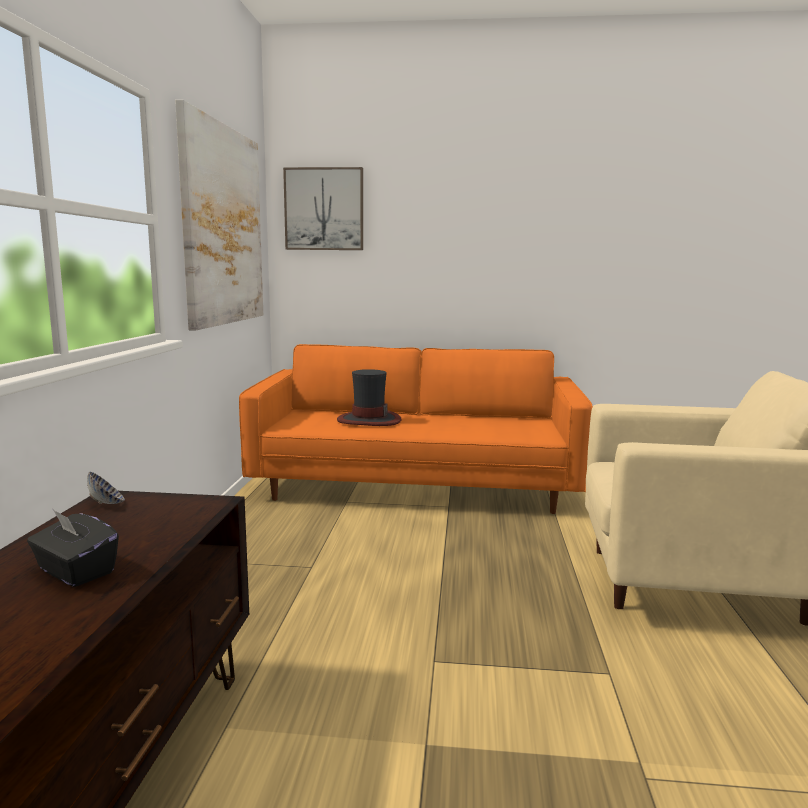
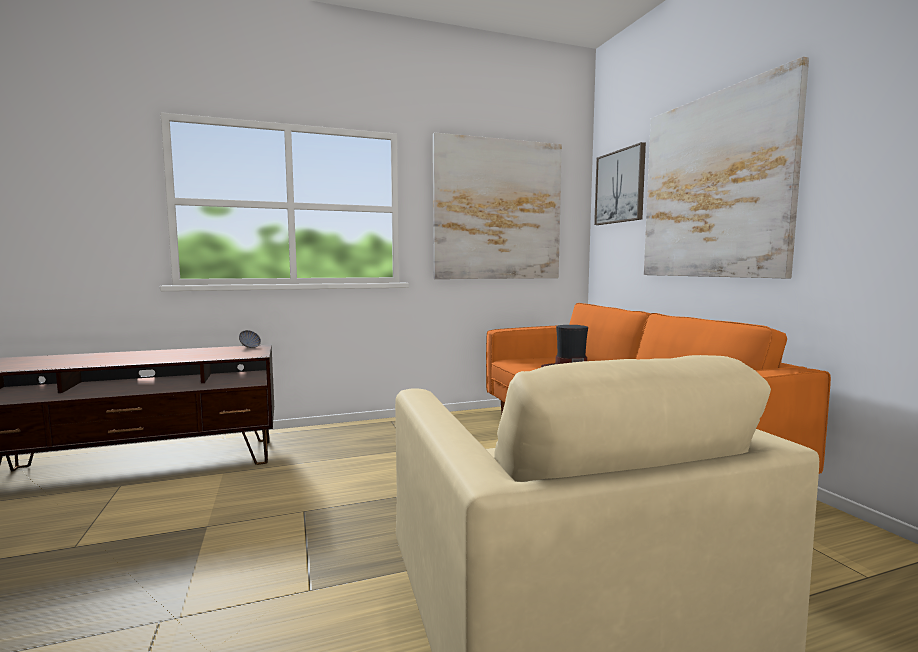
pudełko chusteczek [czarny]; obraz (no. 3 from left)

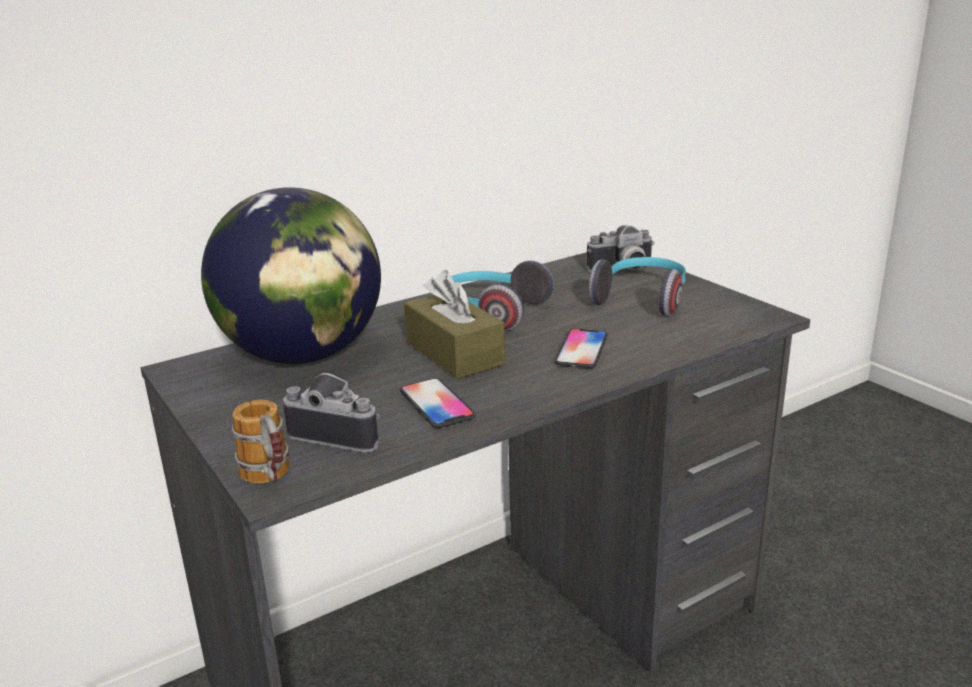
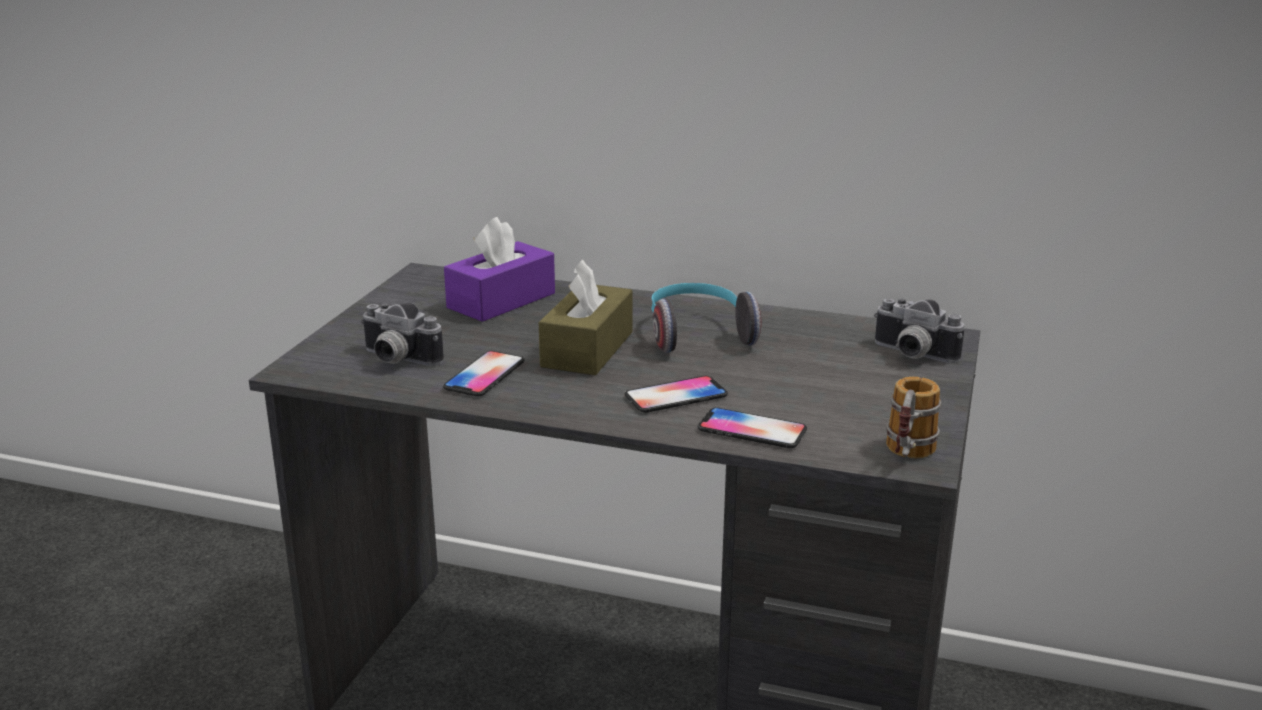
pudełko chusteczek [fioletowy]; kubek; aparat fotograficzny (no. 1 from left); słuchawki (no. 2 from left in the first image); telefon (no. 3 from left)

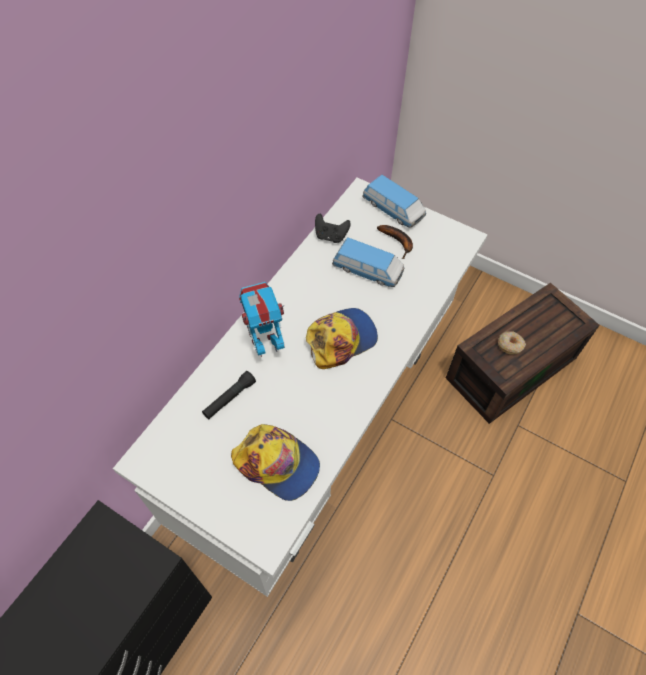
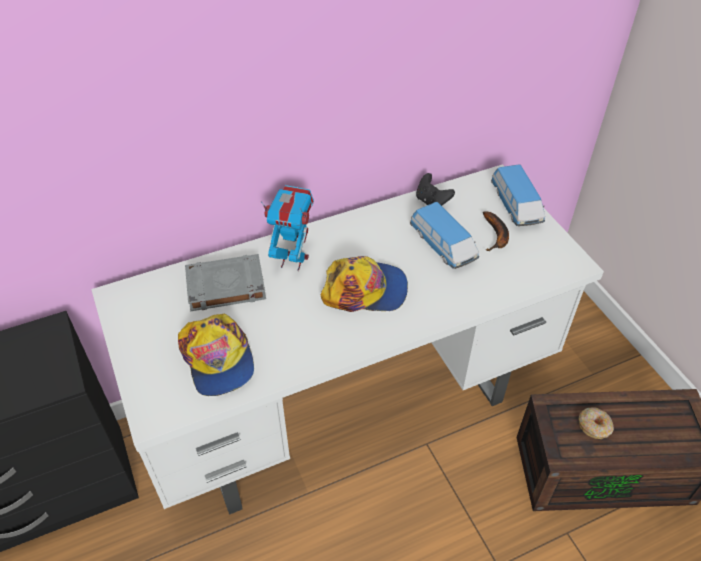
książka [szary]

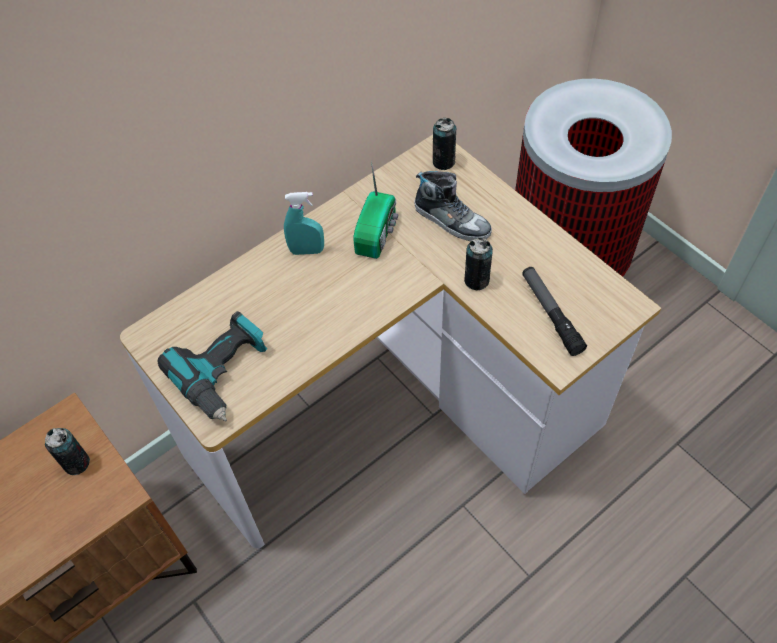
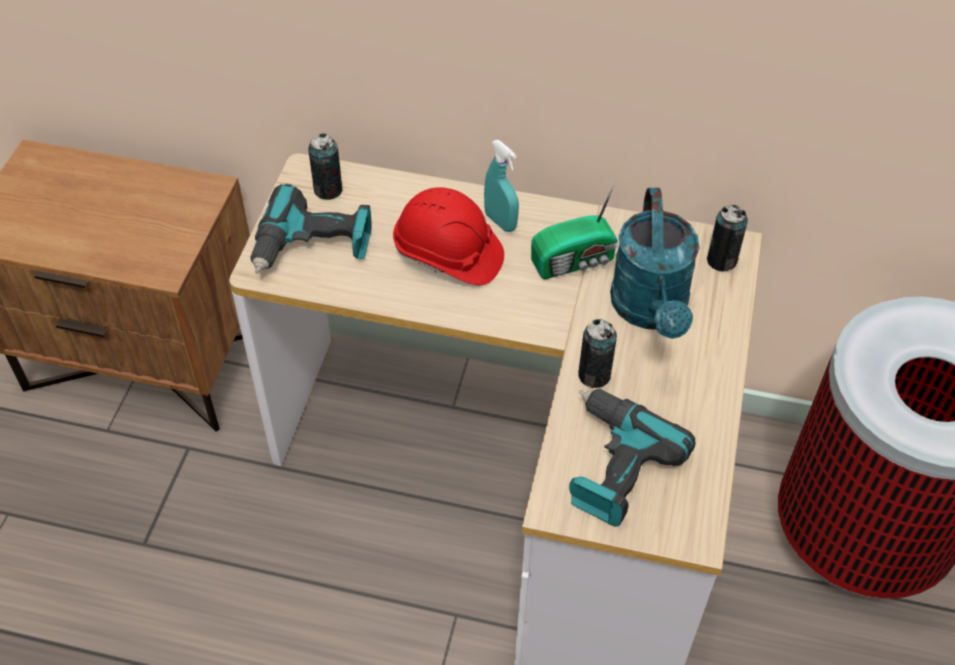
puszka (no. 1 from left); konewka [turkusowy]; wiertarka (no. 2 from left); kask [czerwony]

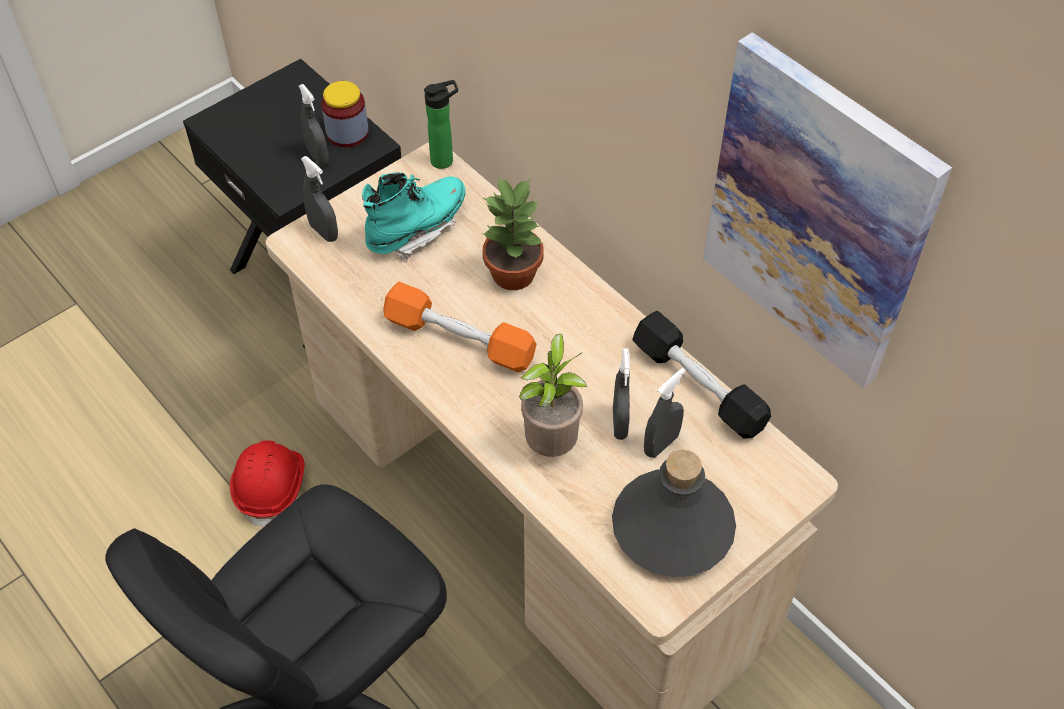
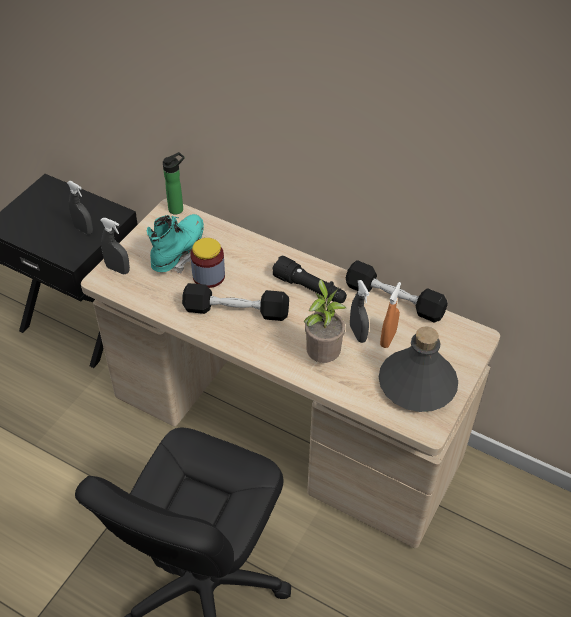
kask [czerwony]; słoik; hantel [czarny] (no. 1 from left); roślina doniczkowa (no. 1 from left in the first image); spryskiwacz [pomarańczowy]; obraz; latarka [czarny]

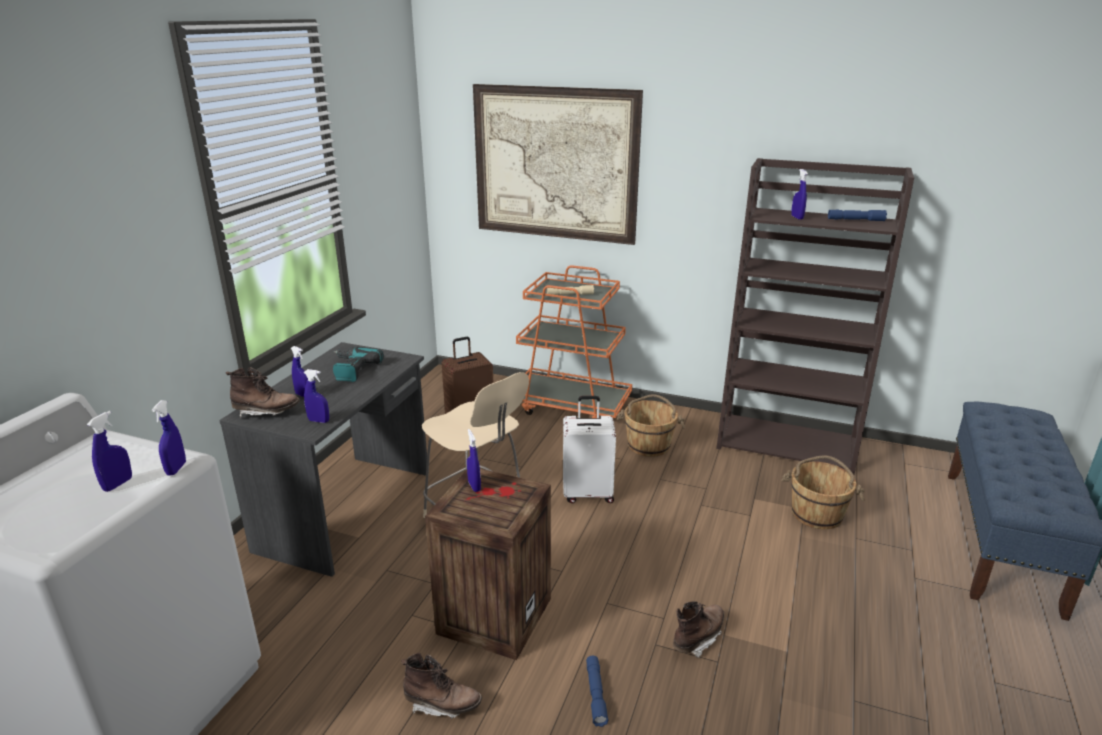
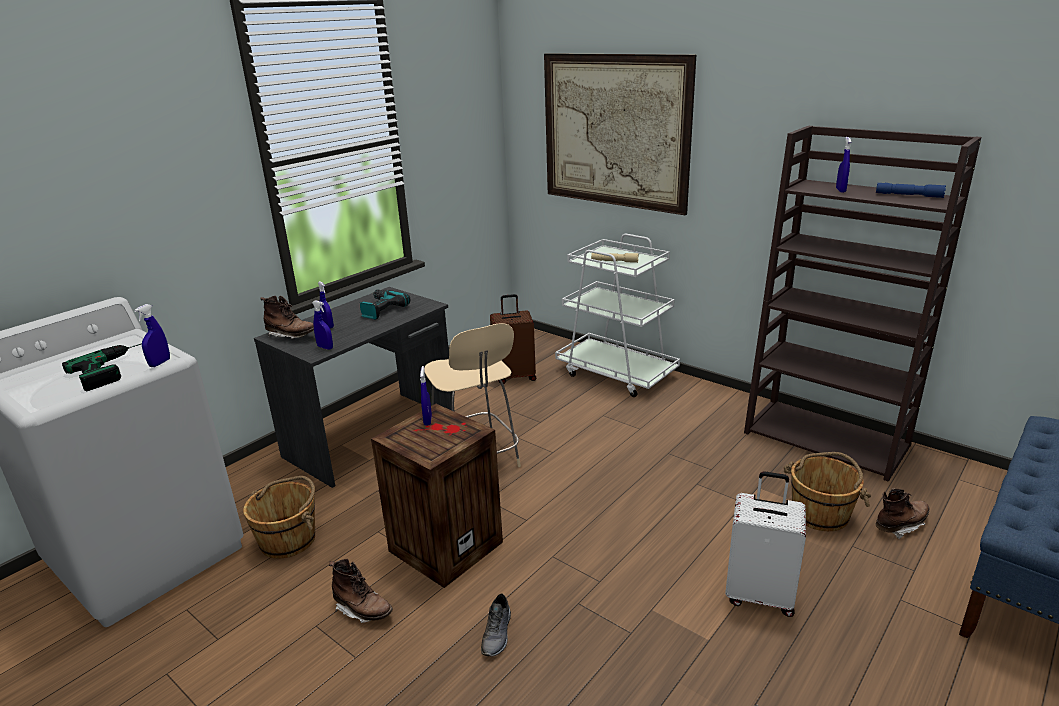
wiertarka (no. 1 from left); wózek [biały]; walizka [biały]; but [szary]; wiadro [brązowy] (no. 1 from left); but z cholewką [brązowy] (no. 3 from left)

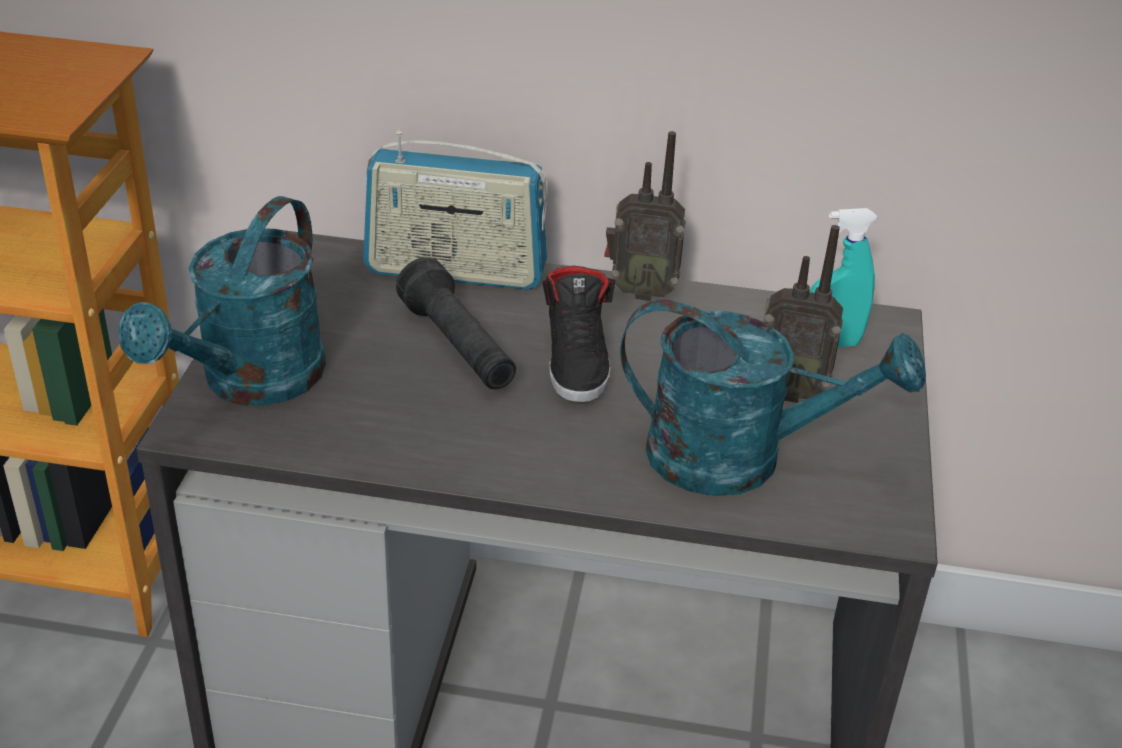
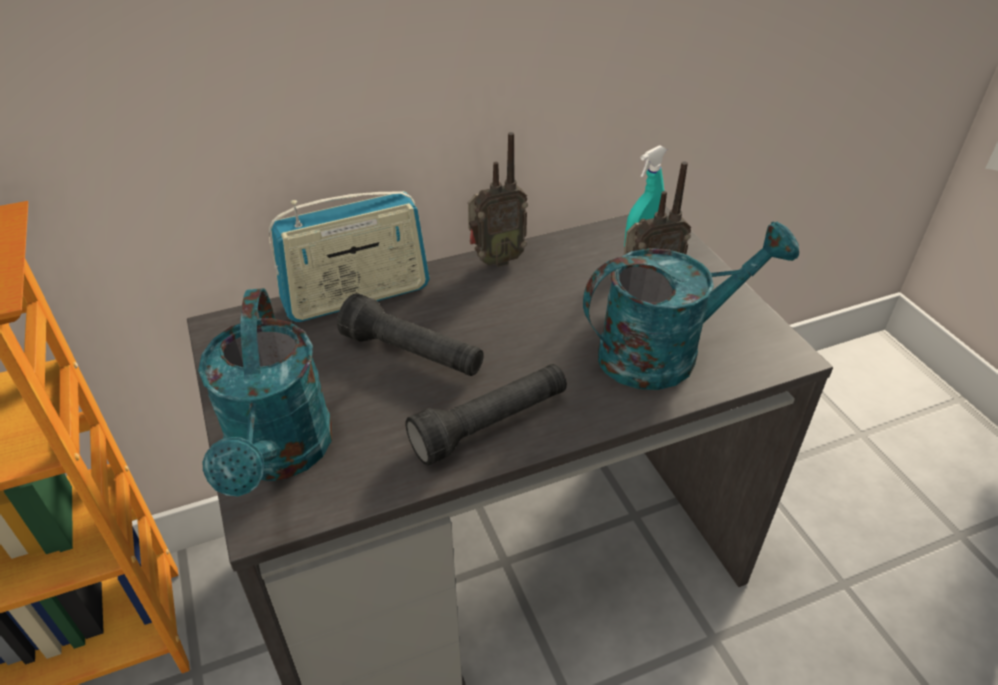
but [czarny]; latarka [czarny] (no. 2 from left)

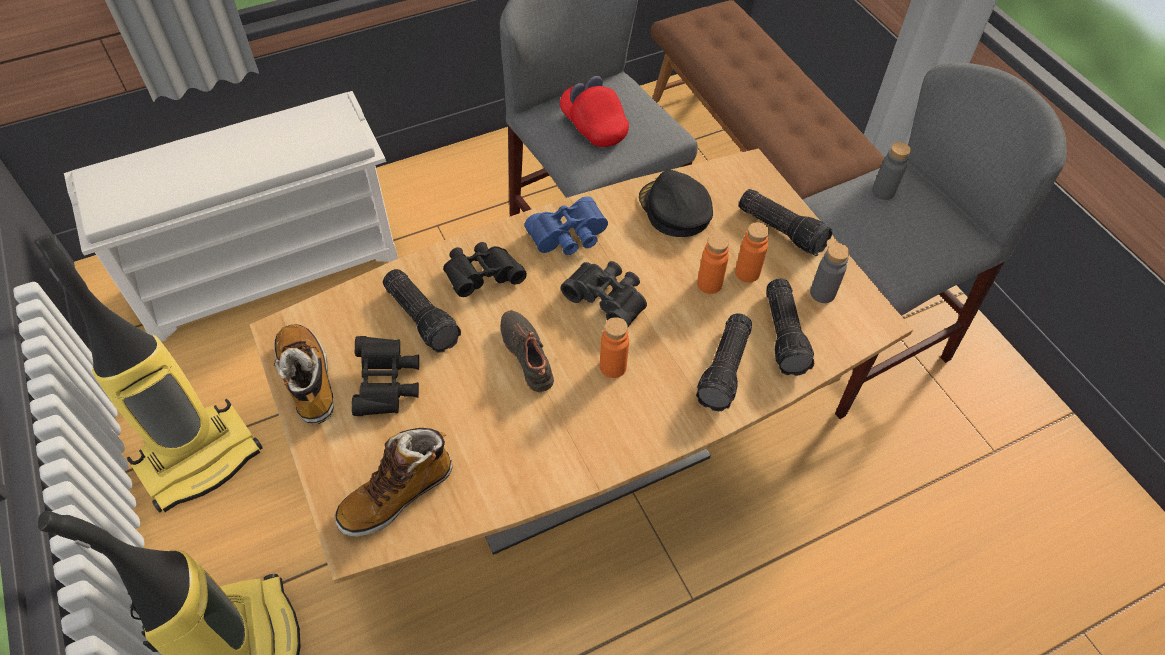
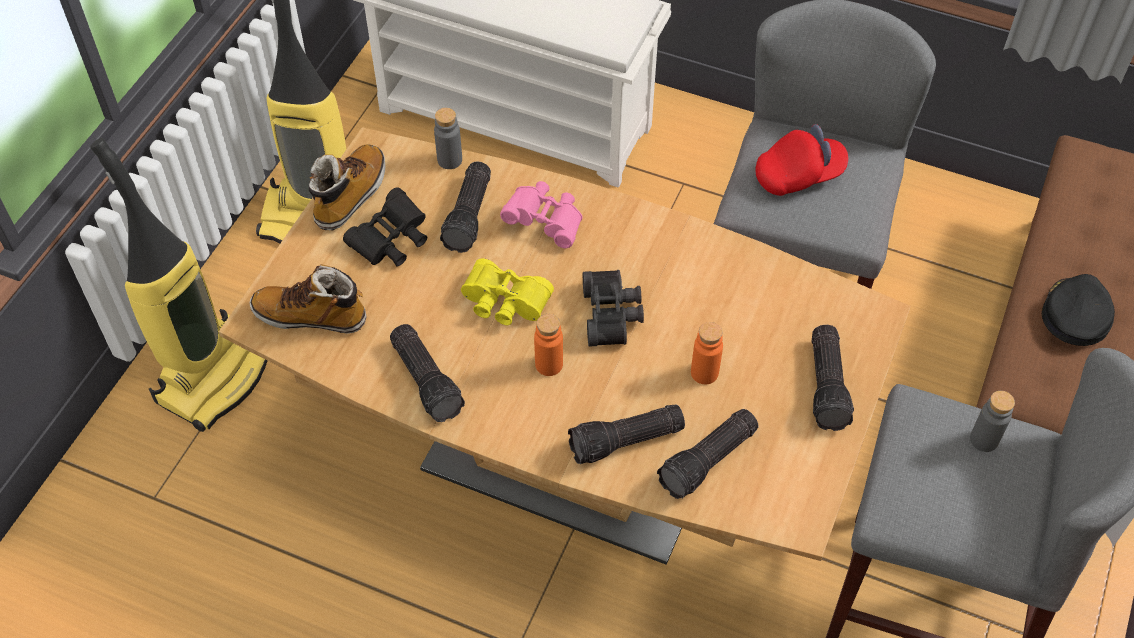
lornetka [różowy]; lornetka [żółty]; lornetka [niebieski]; czapka z daszkiem [czerwony]; czapka z daszkiem [czarny]; butelka [pomarańczowy] (no. 3 from left in the first image); butelka [szary] (no. 1 from left); latarka (no. 1 from left)

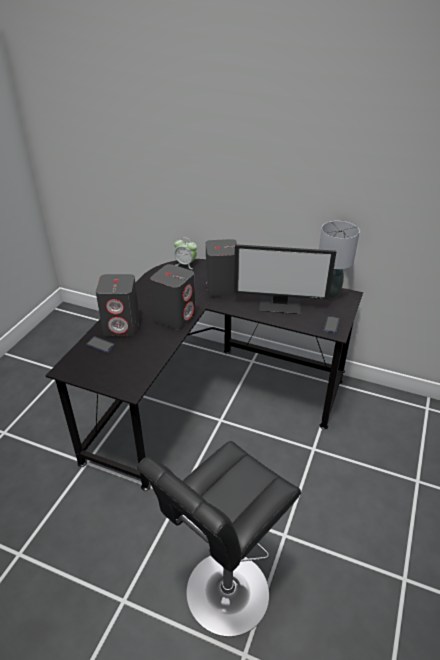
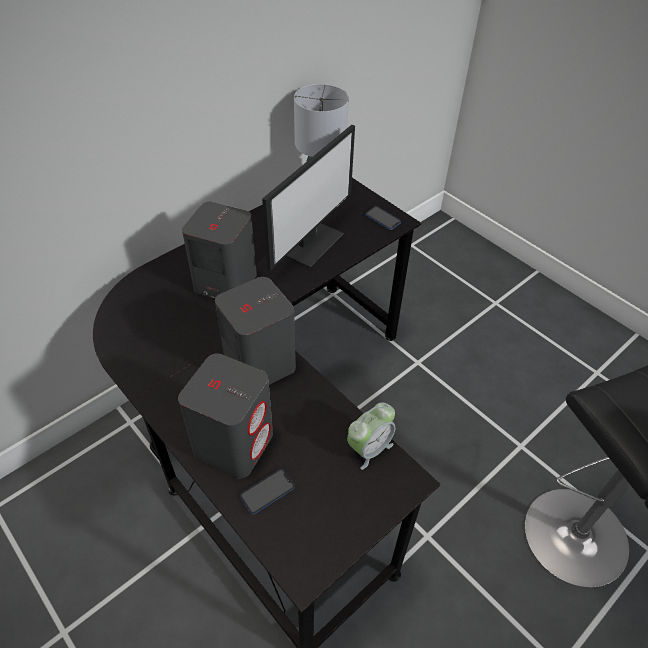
budzik

